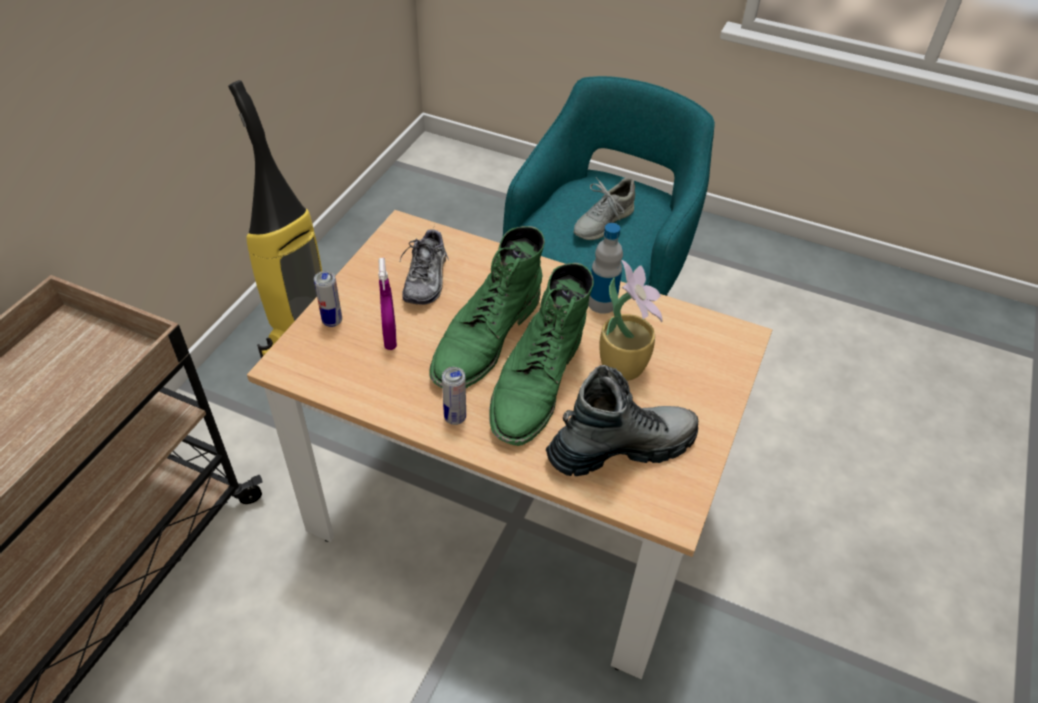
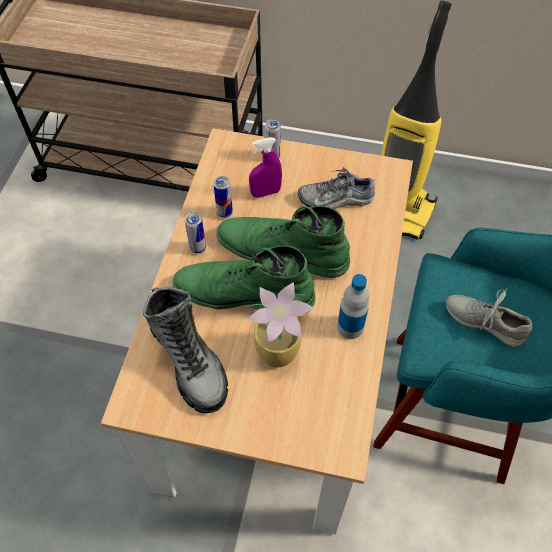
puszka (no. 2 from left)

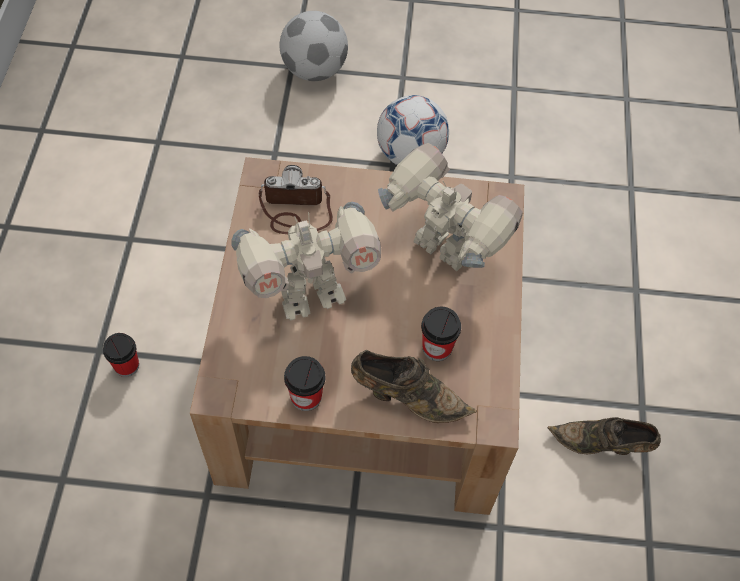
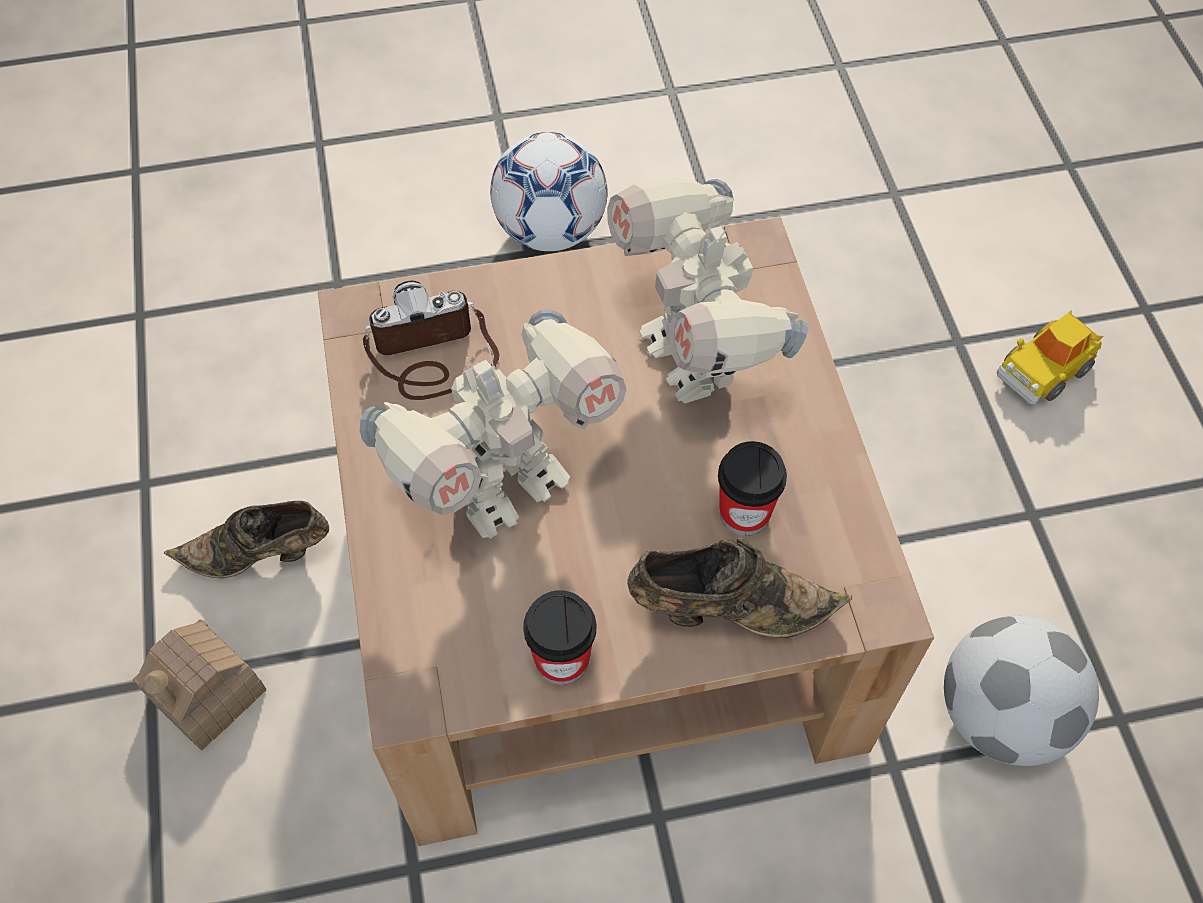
domek; piłka futbolowa (no. 2 from left); robot zabawkowy (no. 2 from left); but [brązowy] (no. 1 from left); samochodzik

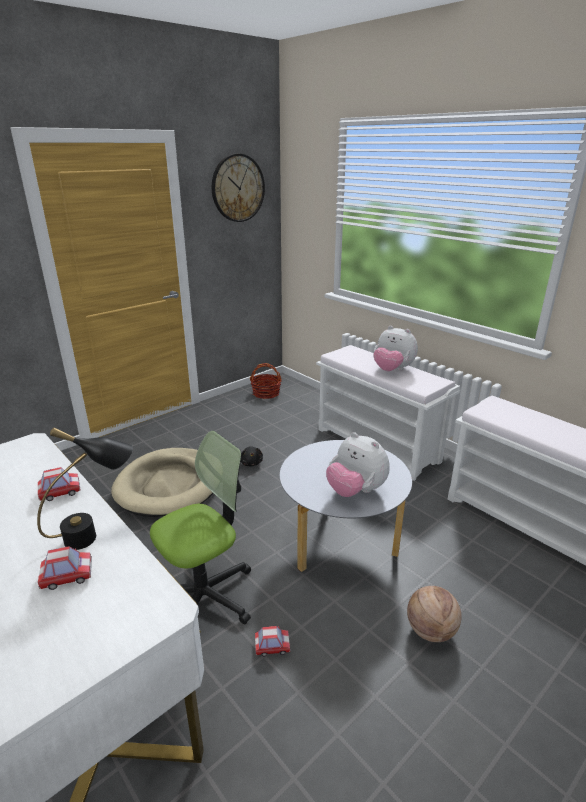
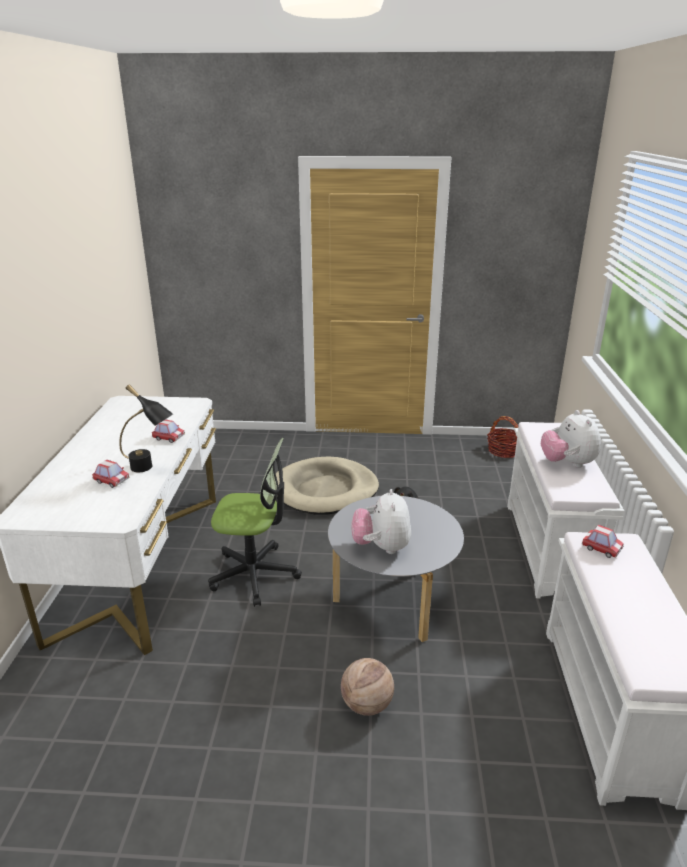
zegar ścienny; samochodzik (no. 3 from left)

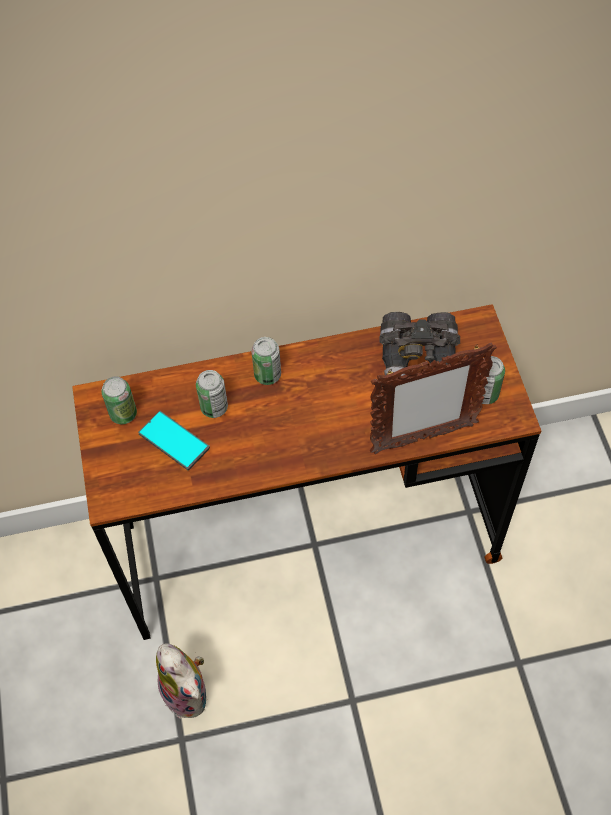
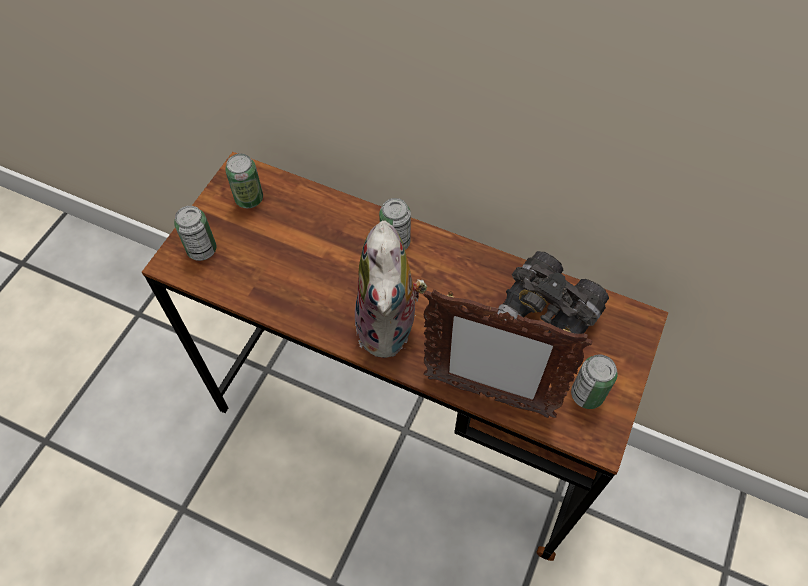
telefon; pluszak; puszka (no. 1 from left)

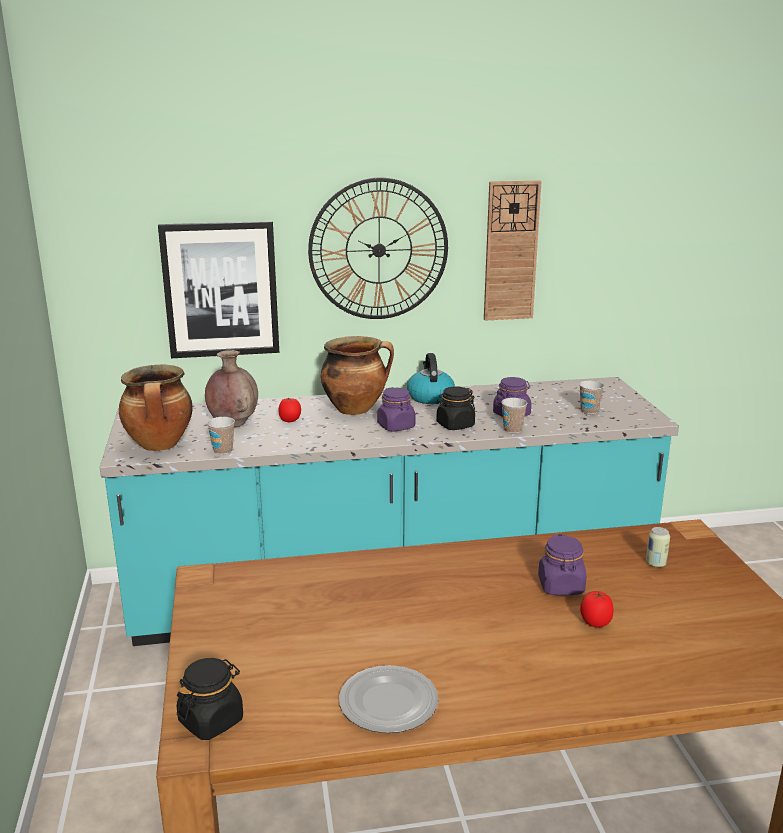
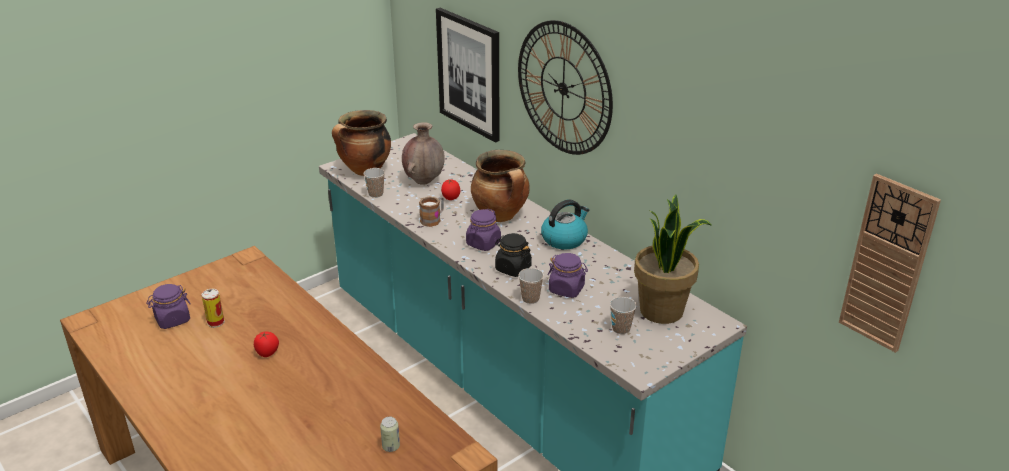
słoik [czarny] (no. 1 from left in the first image); talerz; zegar ścienny (no. 2 from left); słoik [fioletowy] (no. 1 from left); pomidor (no. 1 from left); puszka (no. 1 from left); kubek; roślina doniczkowa

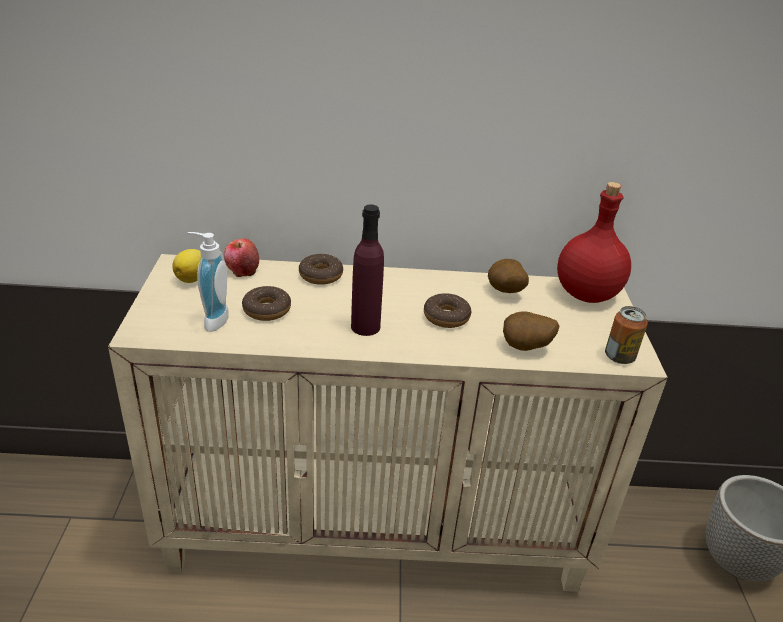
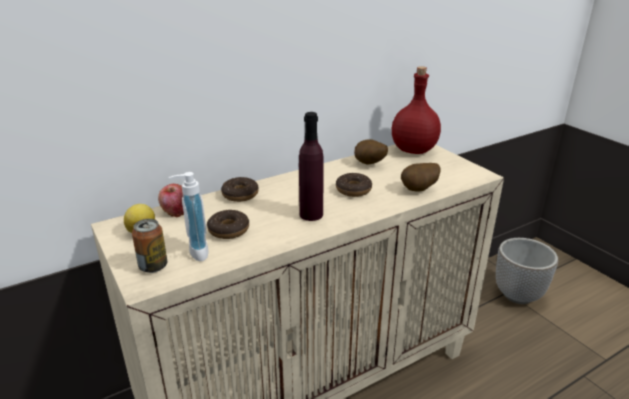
puszka

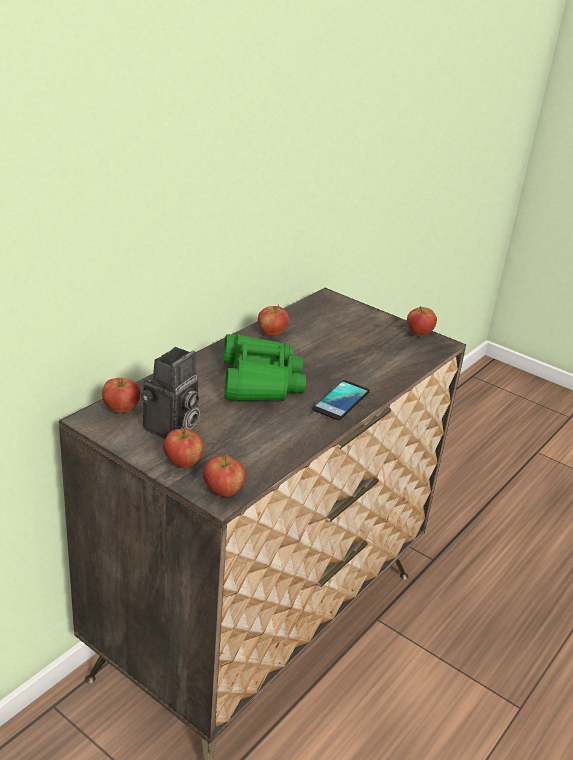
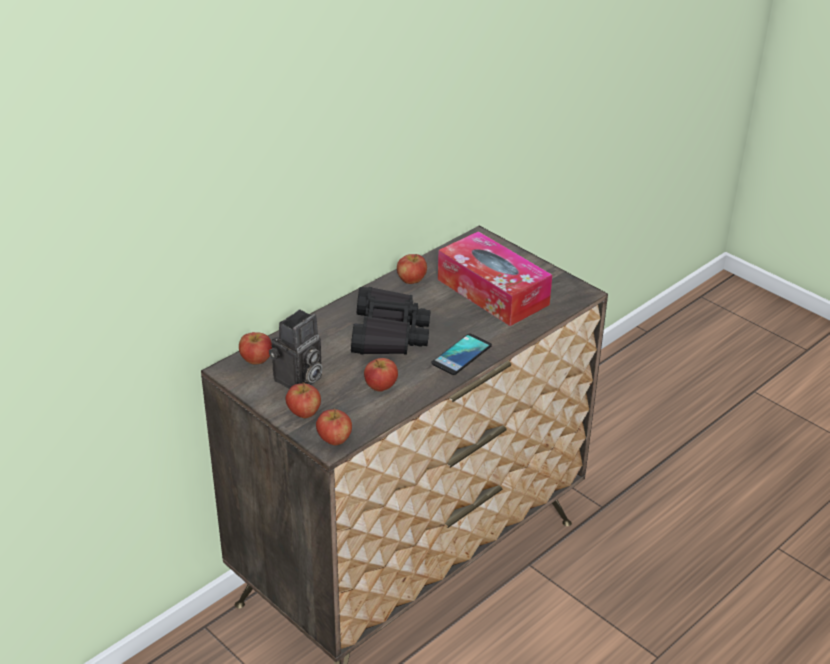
lornetka [czarny]; jabłko (no. 4 from left); pudełko chusteczek

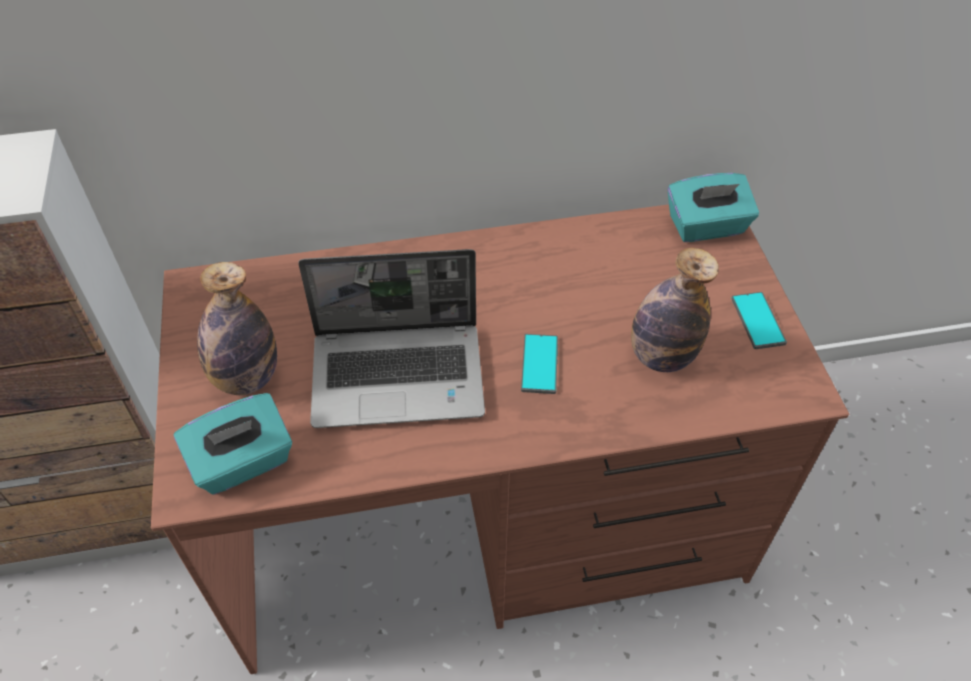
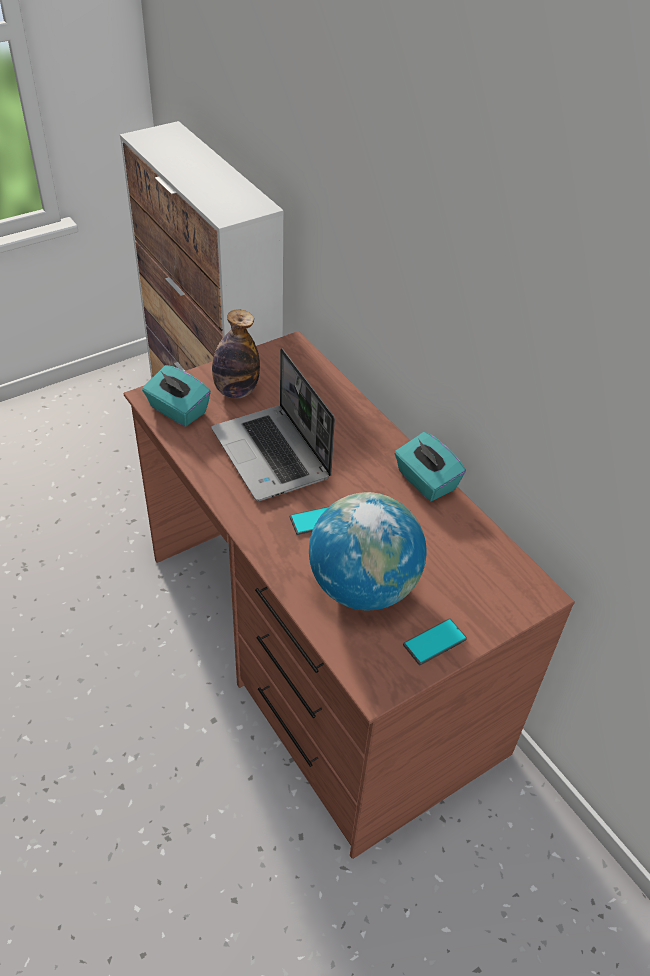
globus; pudełko chusteczek [turkusowy] (no. 2 from left)

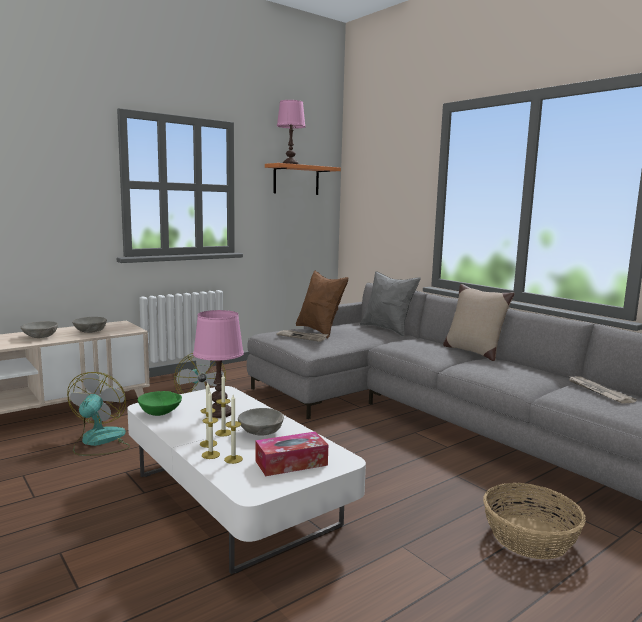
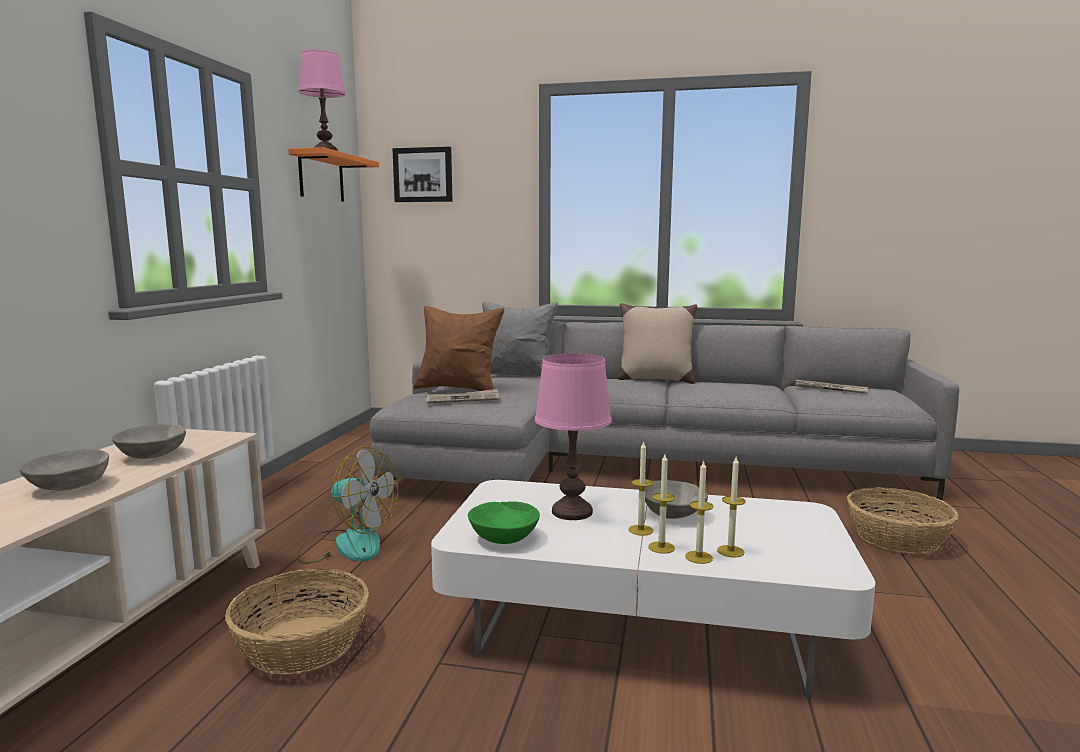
koszyk (no. 1 from left); pudełko chusteczek; obraz

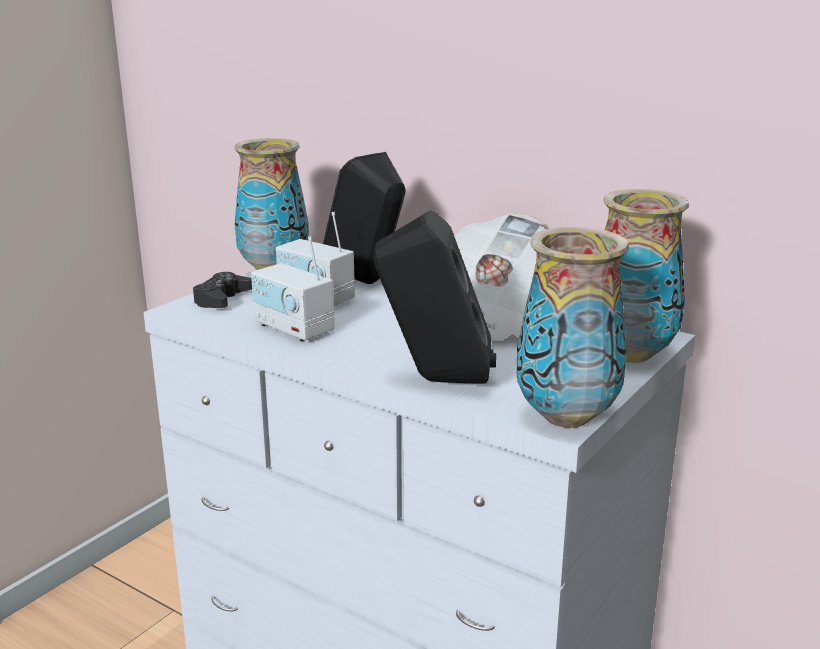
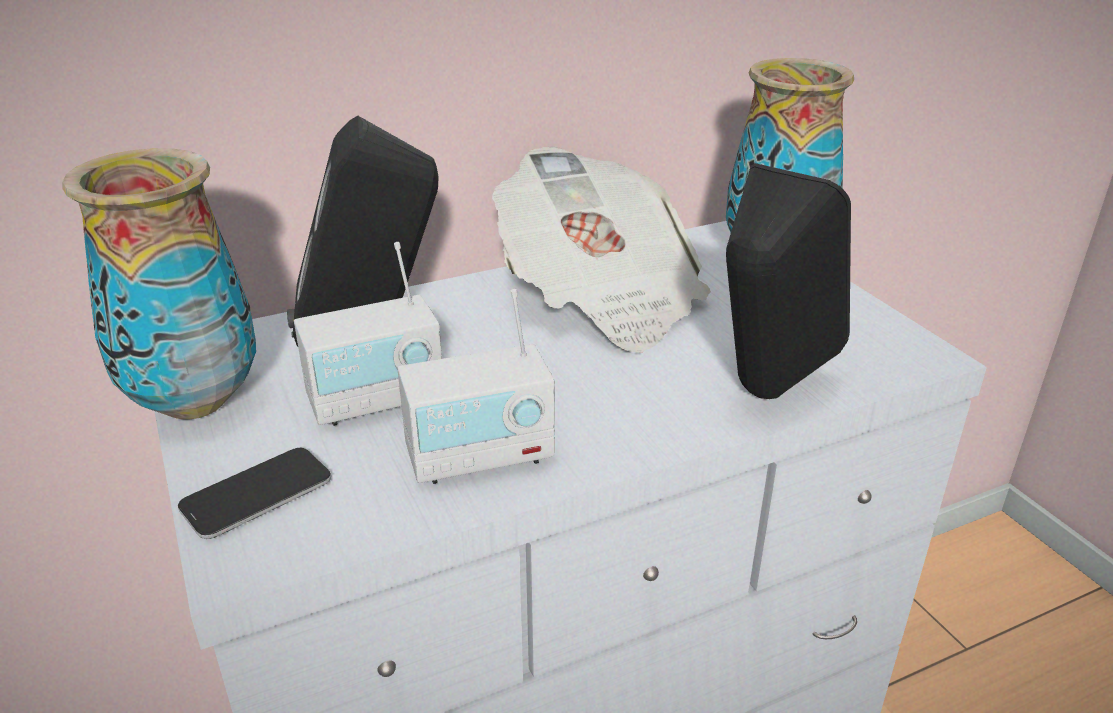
telefon; wazon (no. 2 from left in the first image)

